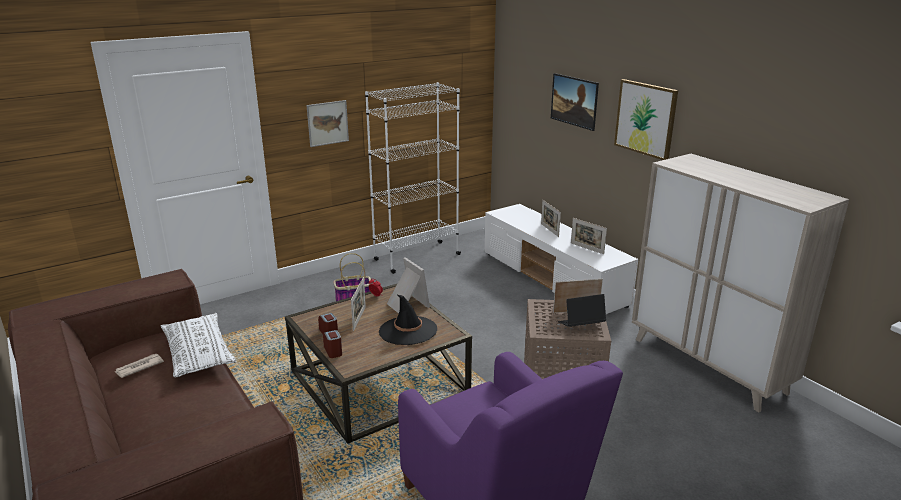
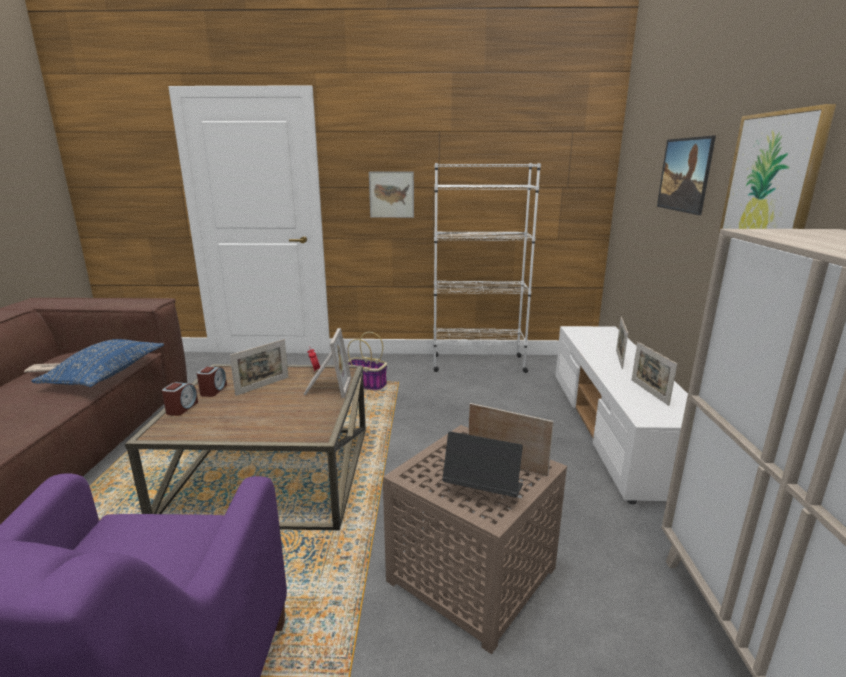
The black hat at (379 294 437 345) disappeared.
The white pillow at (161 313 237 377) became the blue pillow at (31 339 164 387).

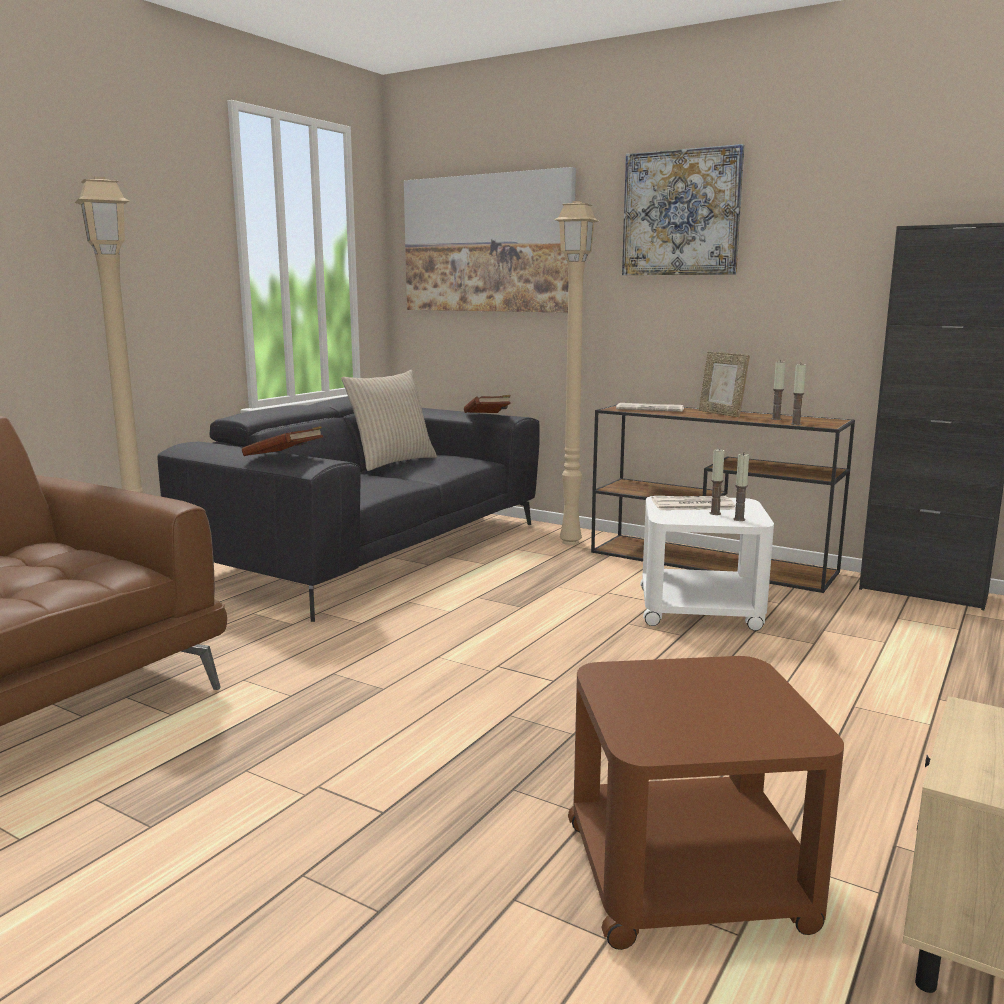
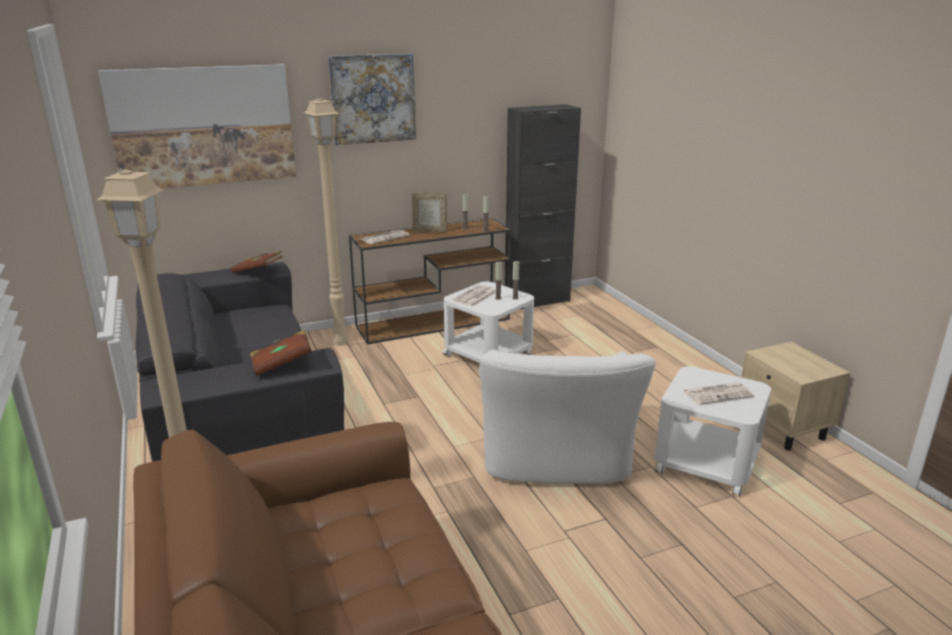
The beige pillow at (341 370 437 471) disappeared.
The brown side table at (568 656 844 950) became the white side table at (655 367 771 497).
The white armchair at (479 349 656 484) appeared.
The newspaper at (684 382 755 405) appeared.

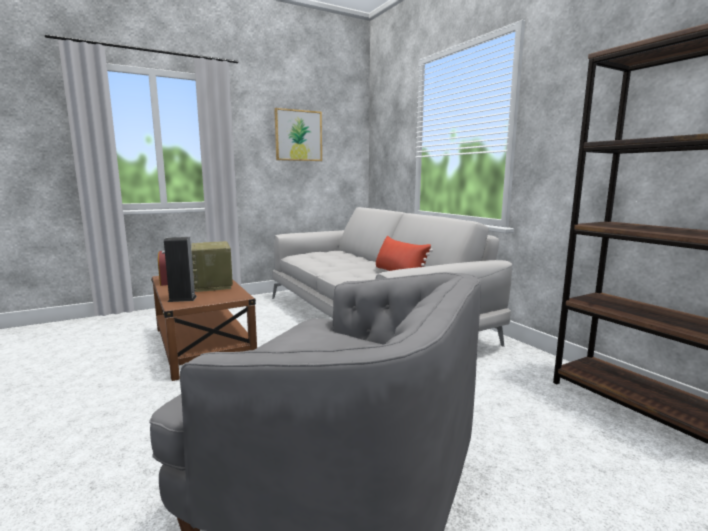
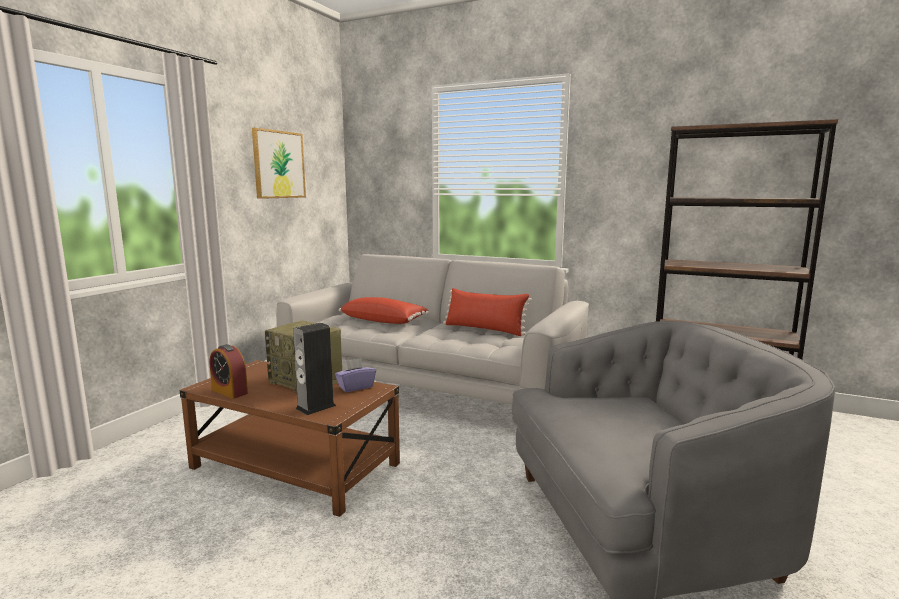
The red pillow at (339 297 429 324) appeared.
The purple tissue box at (335 358 376 392) appeared.

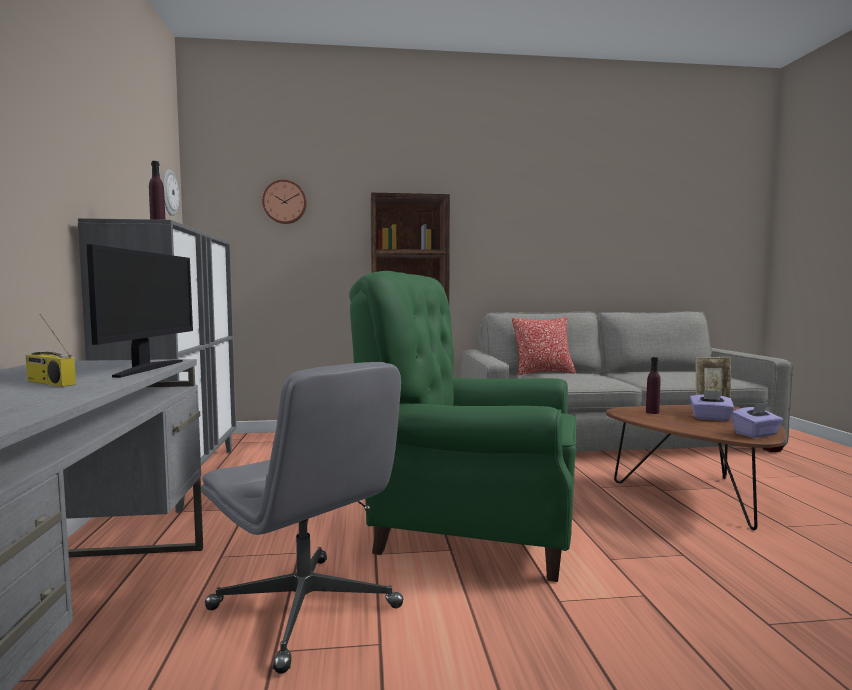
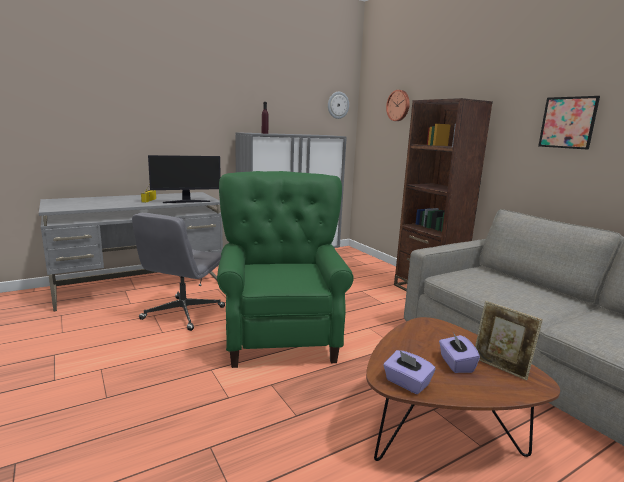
The pillow at (512 317 576 375) disappeared.
The purple bottle at (646 357 660 414) disappeared.
The picture at (538 96 600 150) appeared.

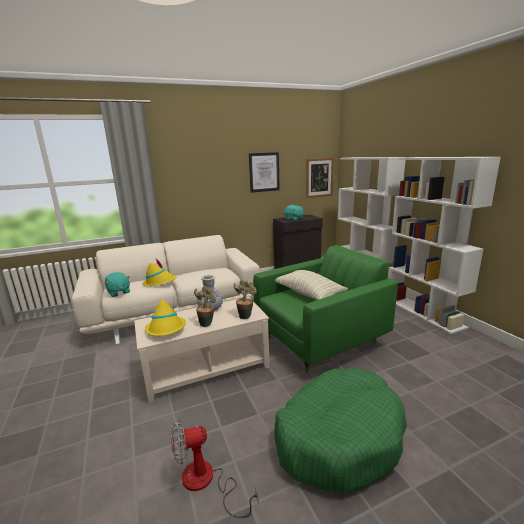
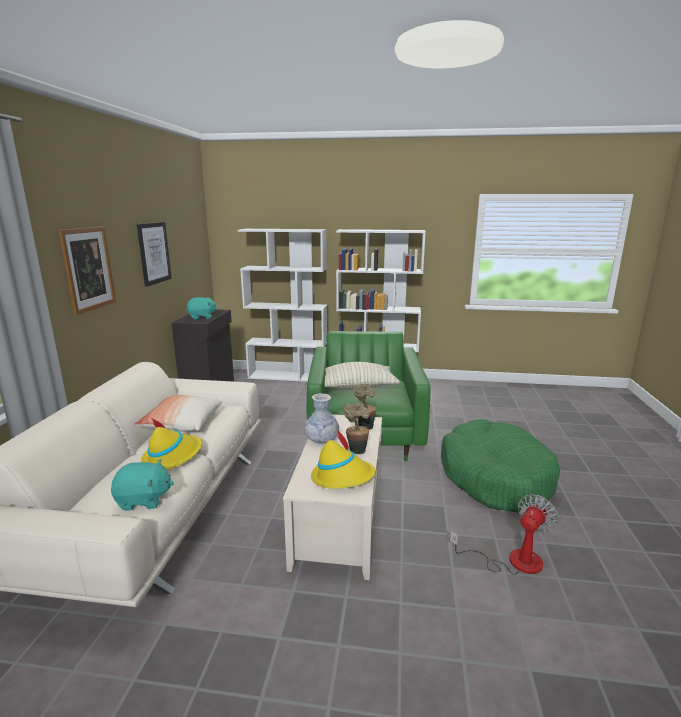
The picture moved from (306 158 334 198) to (58 227 116 315).
The fan at (171 419 259 518) turned 150 degrees counterclockwise.
The pillow at (134 395 222 432) appeared.

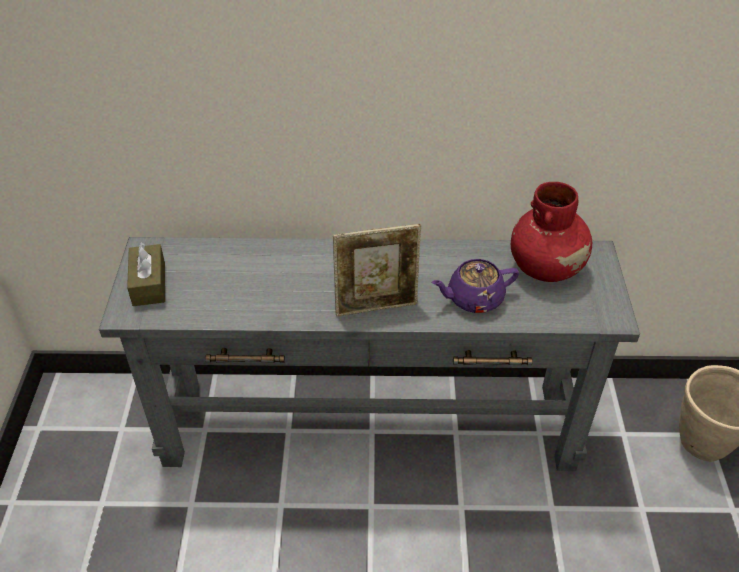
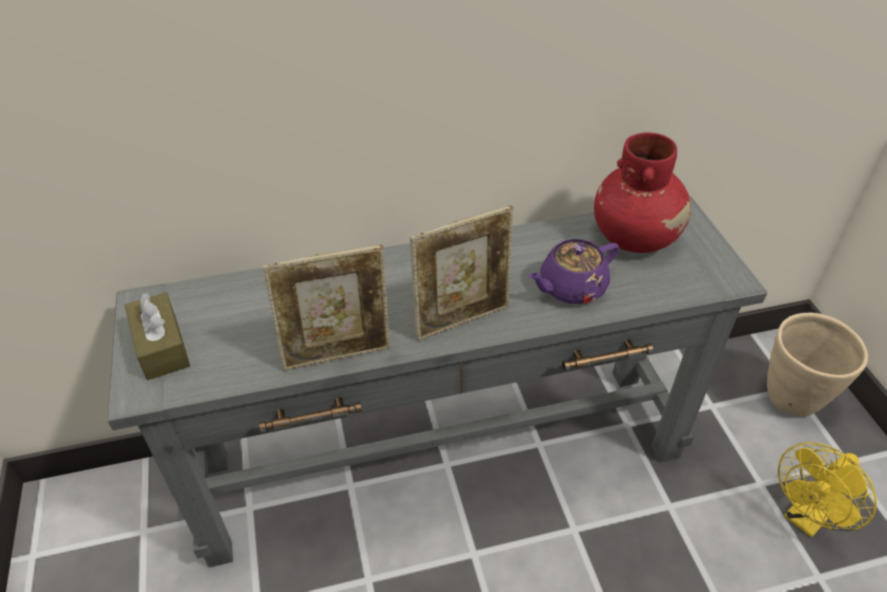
The picture frame at (262 245 390 371) appeared.
The yellow fan at (778 442 877 538) appeared.

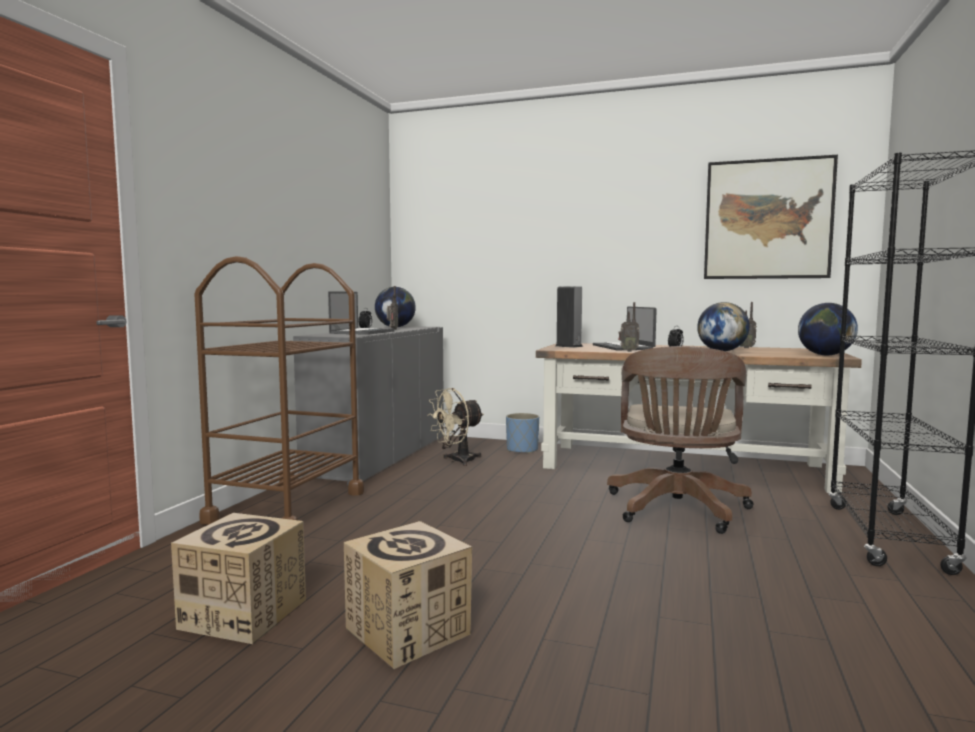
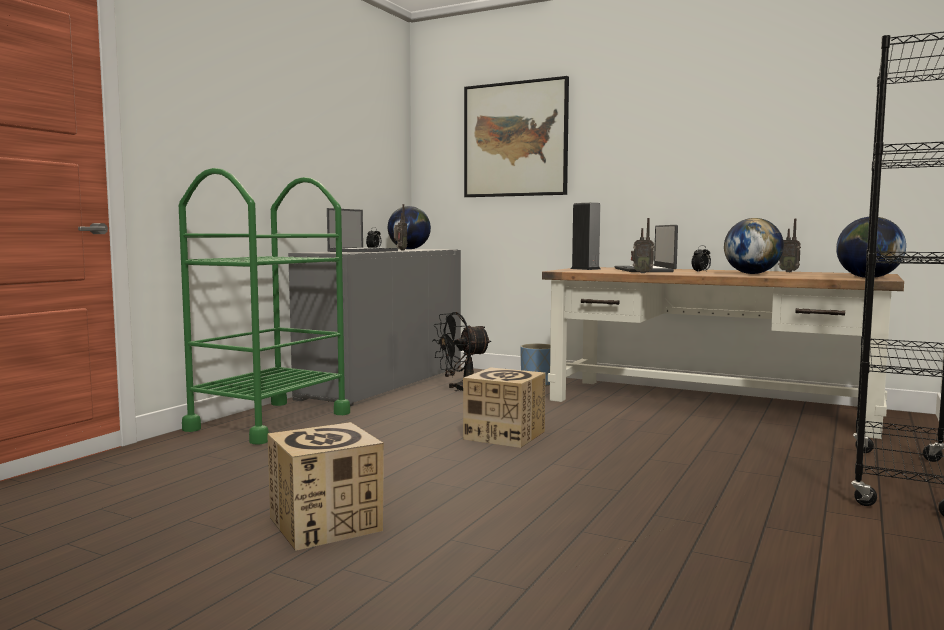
The picture moved from (704 155 838 279) to (464 76 569 197).
The brown cart at (194 256 364 525) became the green cart at (179 168 350 445).
The brown office chair at (607 346 754 534) disappeared.
The beige fan at (427 388 484 466) became the black fan at (432 312 491 391).
The cardboard box moved from (171 513 306 644) to (463 367 546 448).

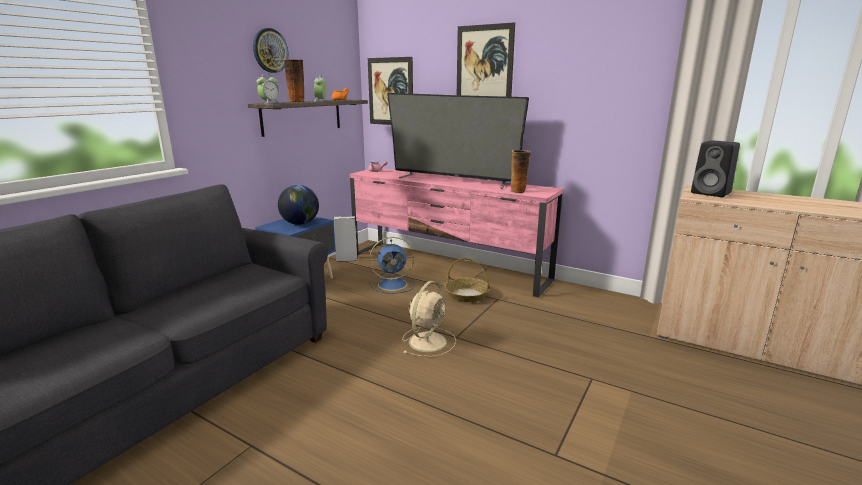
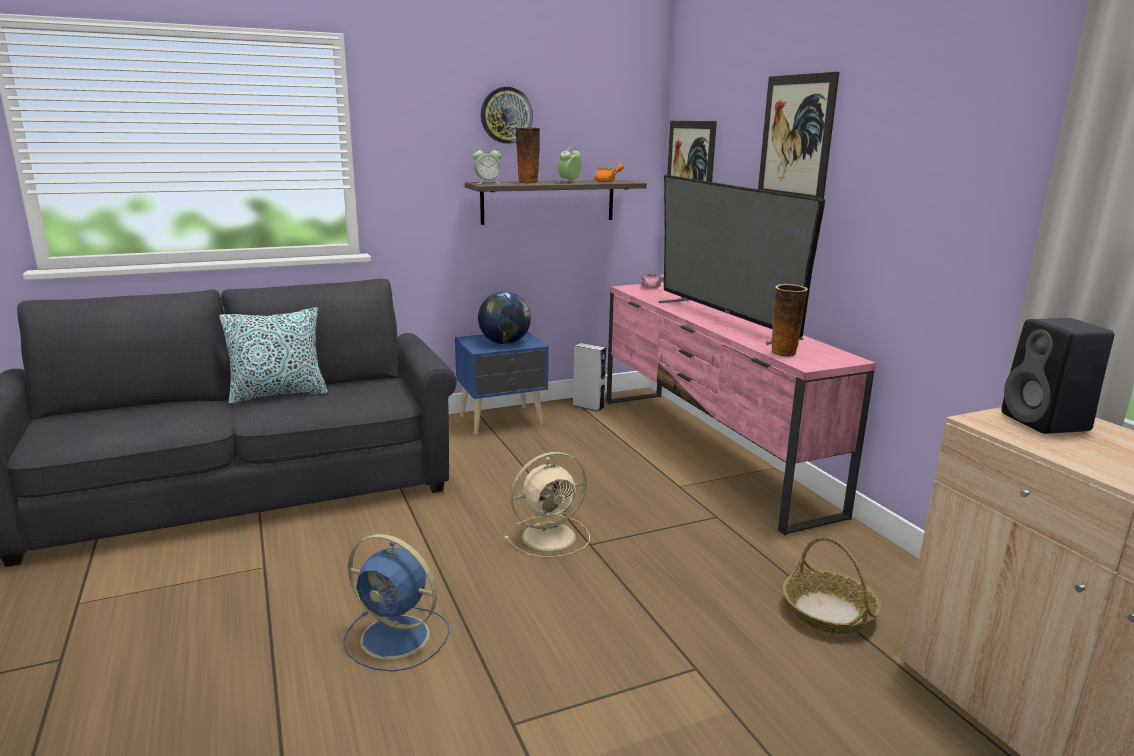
The blue fan moved from (369 237 415 294) to (343 534 449 672).
The basket moved from (444 258 491 302) to (783 537 881 634).
The pillow at (219 307 328 404) appeared.

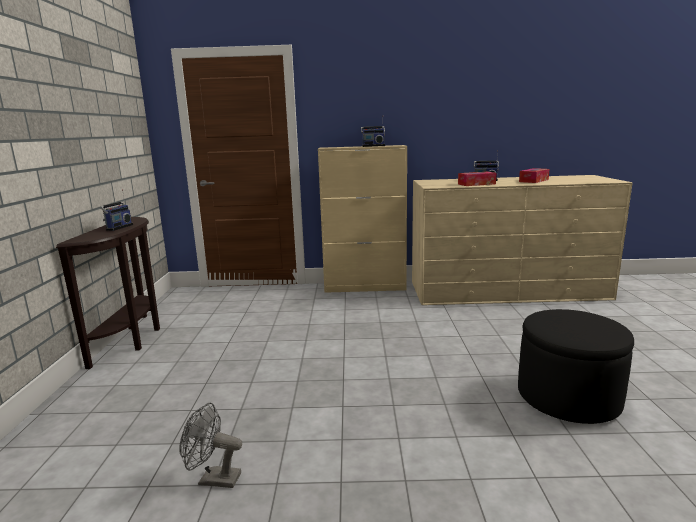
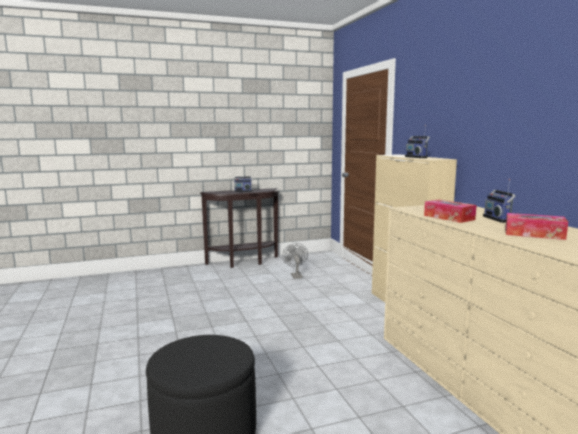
The grey fan moved from (179 403 242 488) to (282 243 308 279).

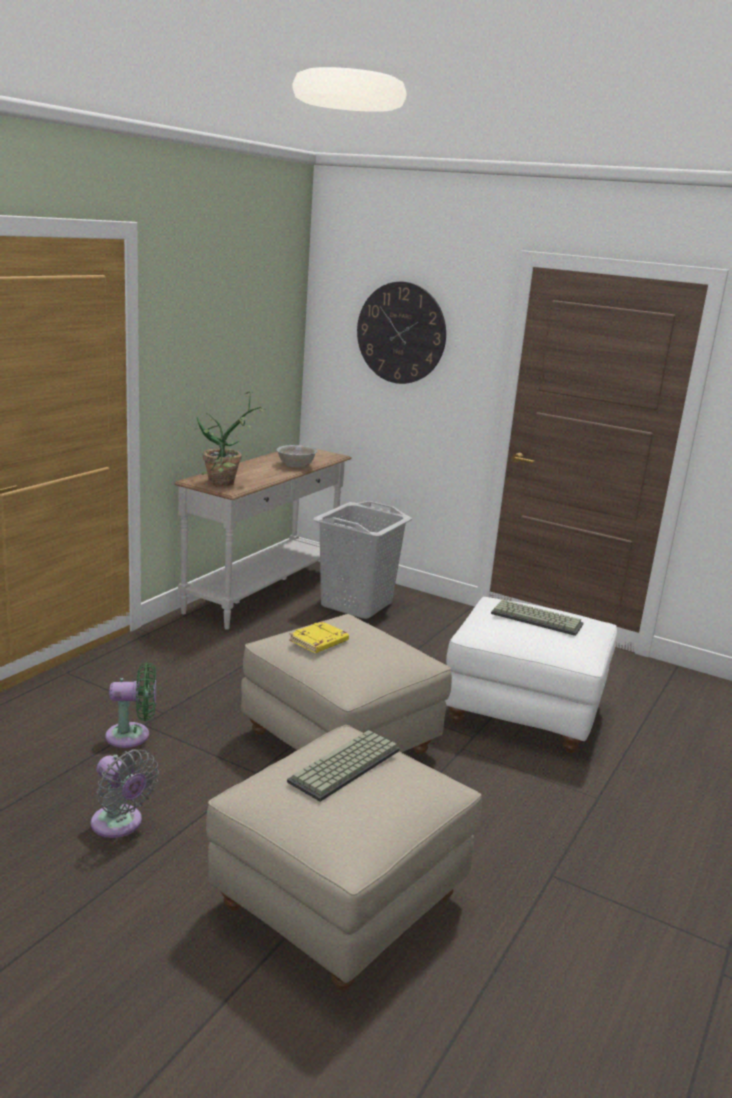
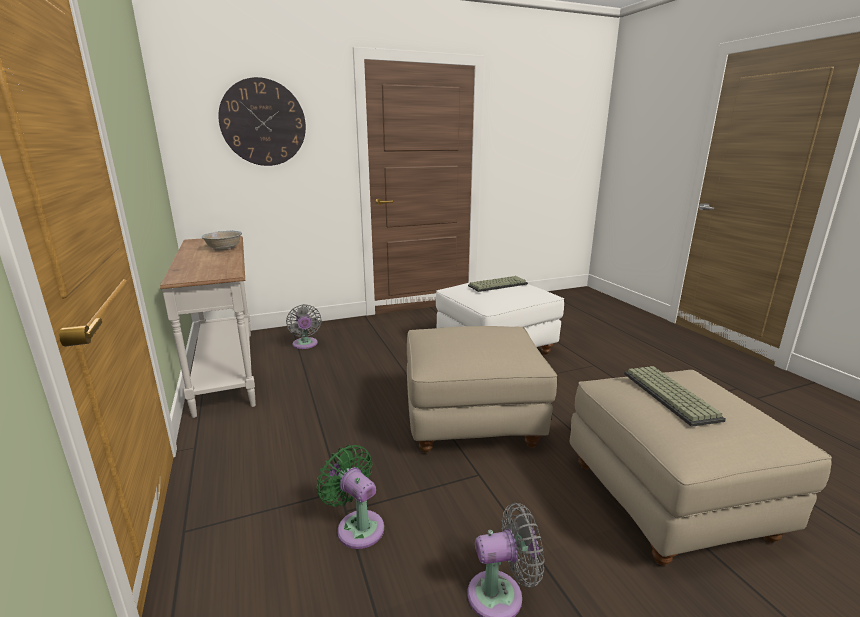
The potted plant at (196 391 266 487) disappeared.
The grey laundry basket at (313 501 412 619) was replaced by the grey fan at (286 304 322 349).
The yellow book at (289 621 349 653) disappeared.
The green fan at (105 662 156 748) turned 75 degrees counterclockwise.

